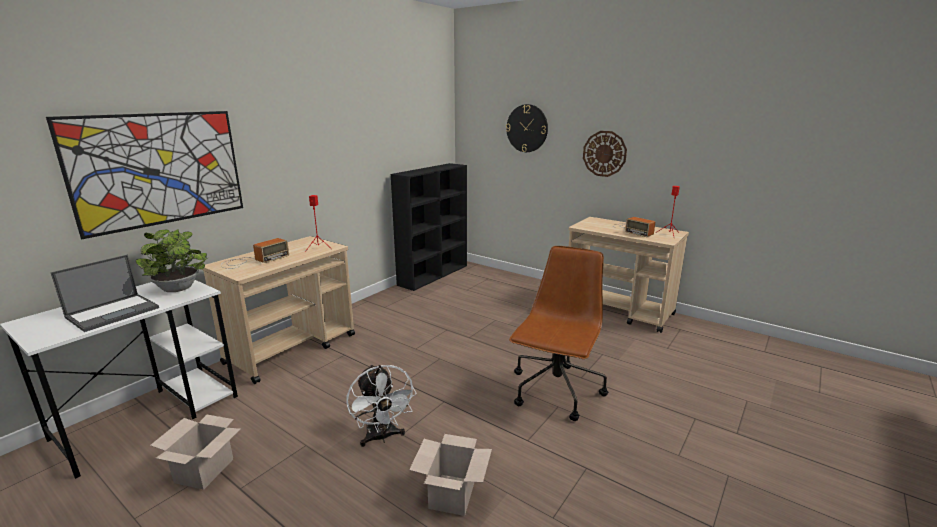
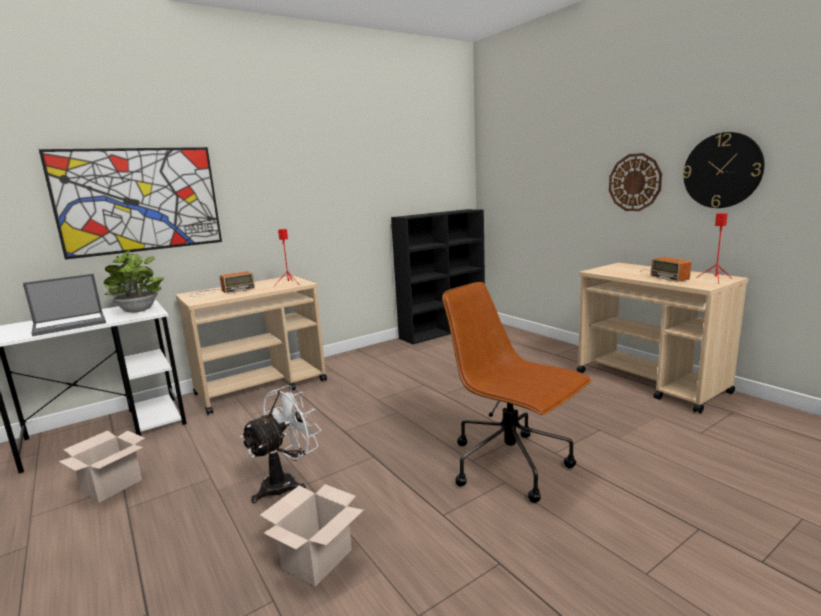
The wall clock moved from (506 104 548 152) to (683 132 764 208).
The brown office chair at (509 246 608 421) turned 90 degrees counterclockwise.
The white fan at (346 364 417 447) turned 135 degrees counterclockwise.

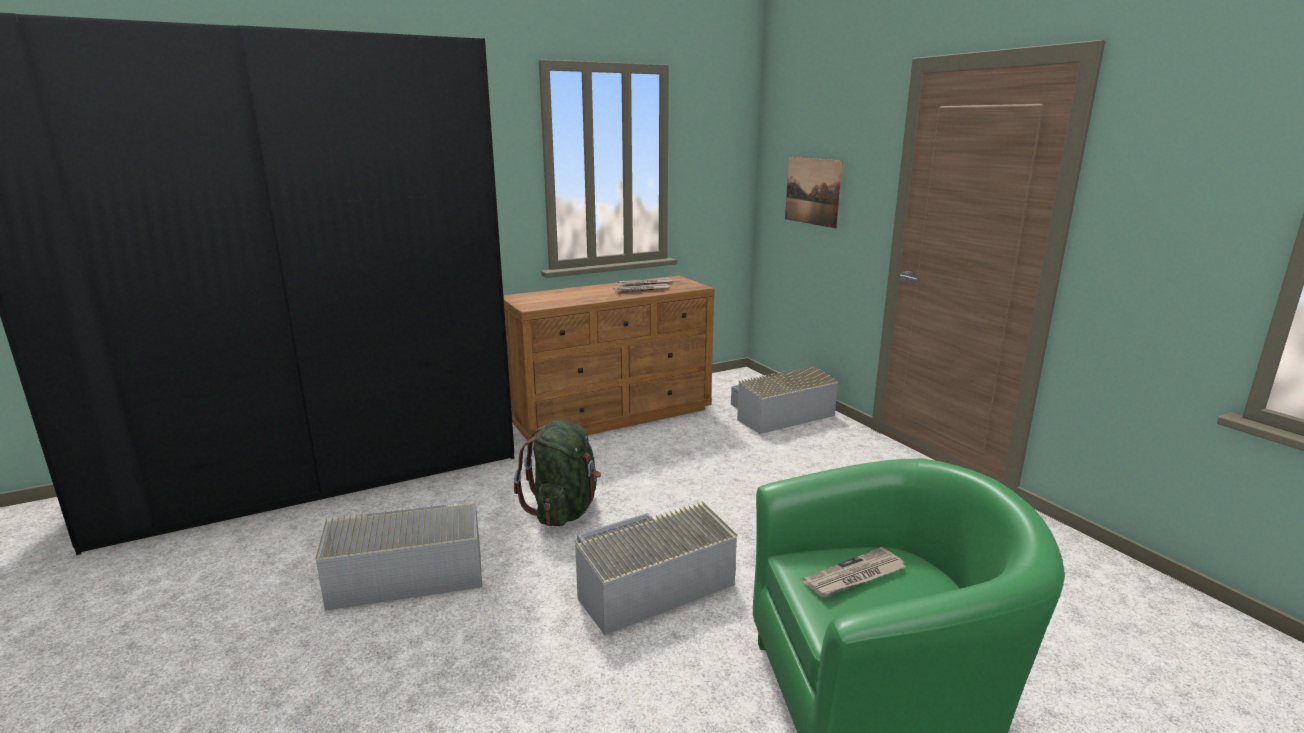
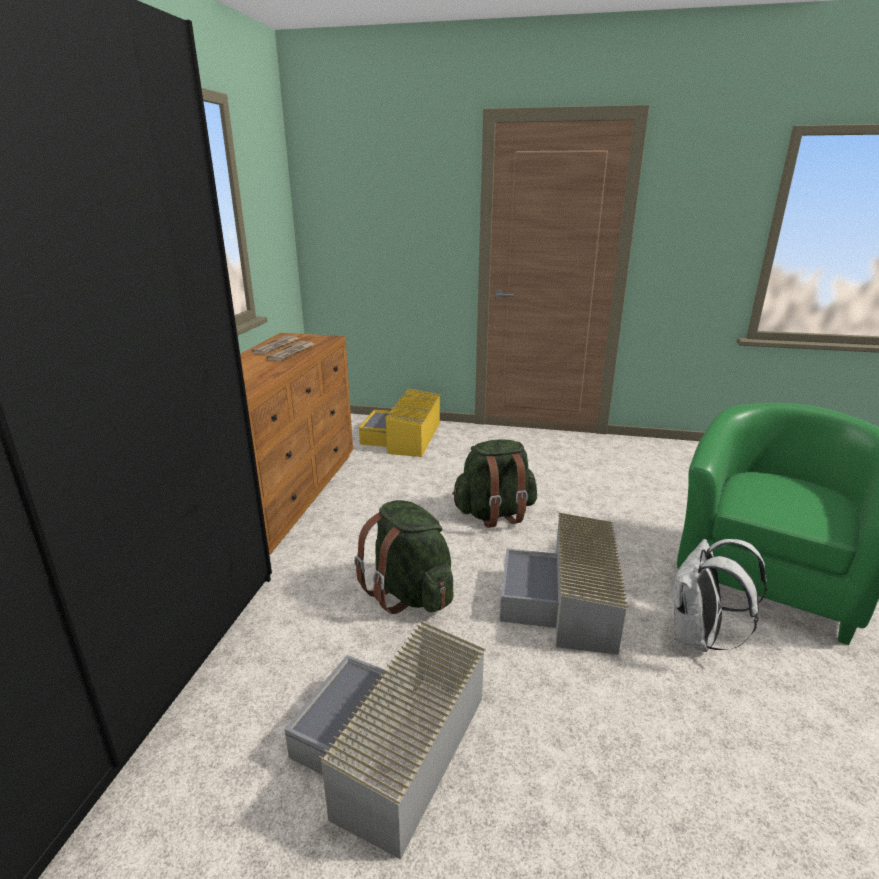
The picture at (785 157 843 229) disappeared.
The grey storage box at (731 366 838 434) became the yellow storage box at (359 389 440 457).
The newspaper at (803 547 906 598) disappeared.
The green backpack at (452 439 537 528) appeared.
The white backpack at (671 539 767 652) appeared.

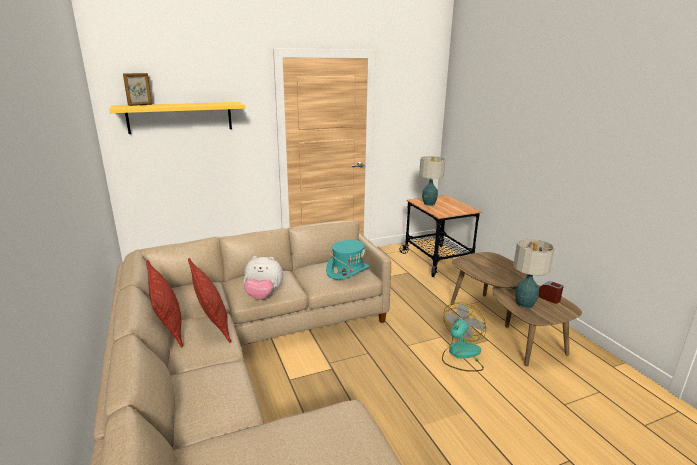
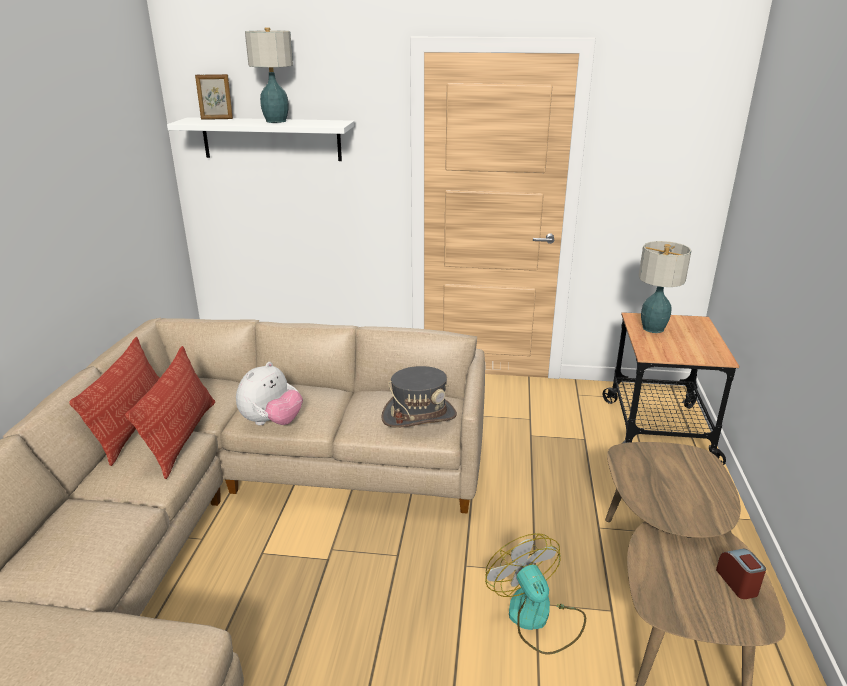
The yellow shelf at (109 102 245 134) became the white shelf at (167 117 355 161).
The table lamp moved from (513 238 555 309) to (245 28 293 123).
The turquoise hat at (326 240 370 279) became the grey hat at (381 366 457 428).
The plush toy at (243 256 283 300) turned 90 degrees counterclockwise.
The fan at (442 302 486 372) turned 90 degrees counterclockwise.

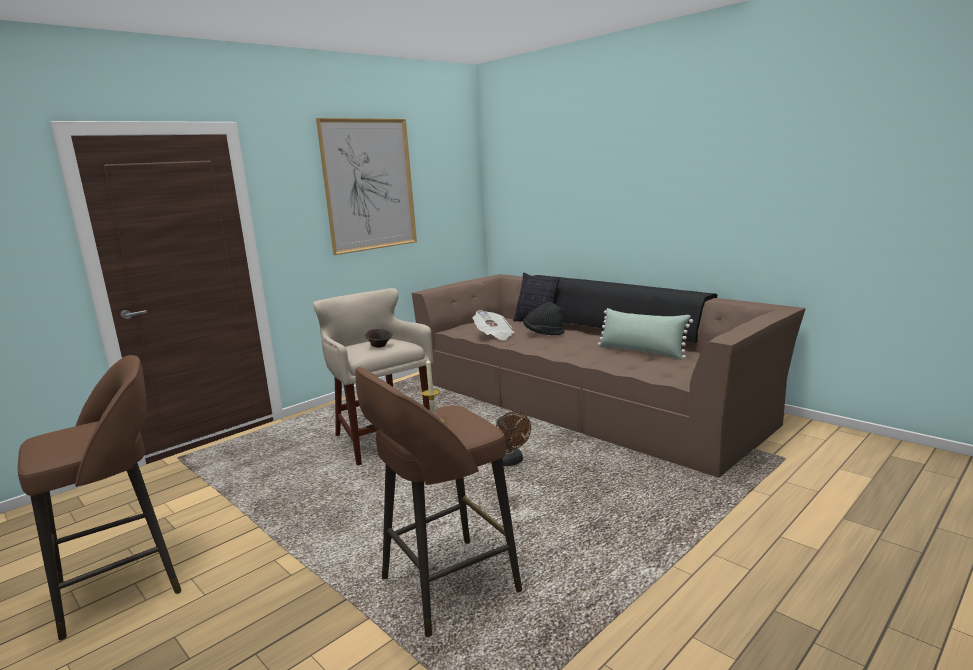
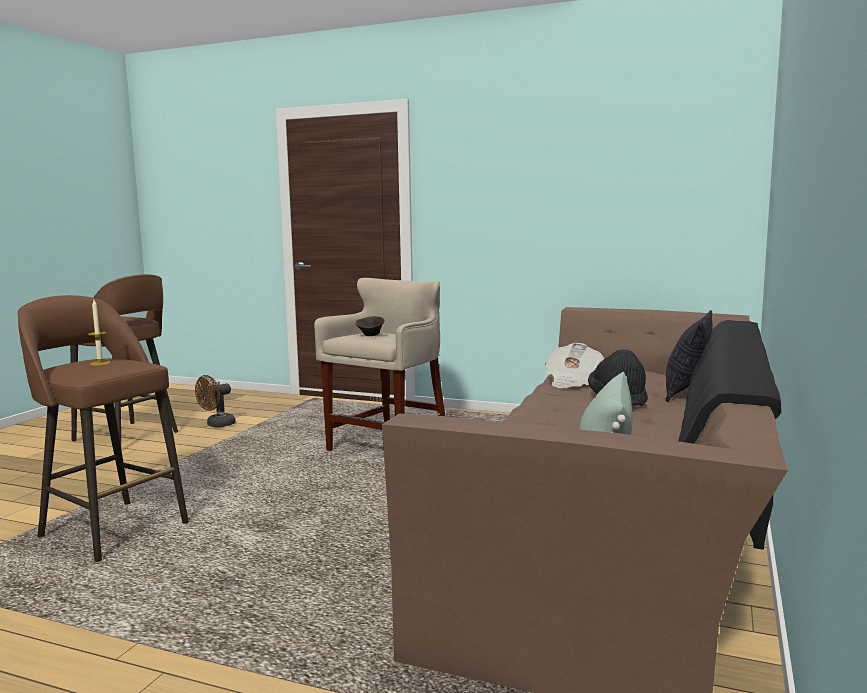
The picture at (316 118 417 255) disappeared.
The brown fan moved from (496 411 531 466) to (195 375 236 427).

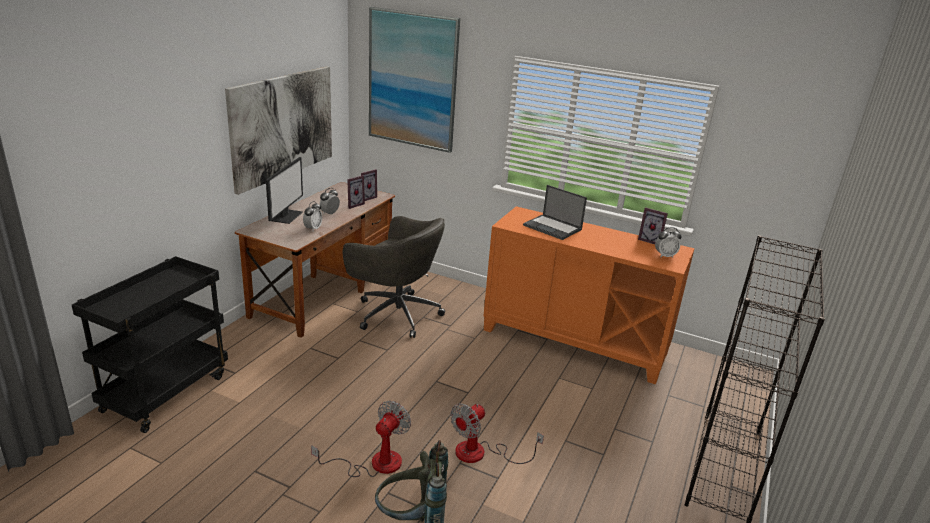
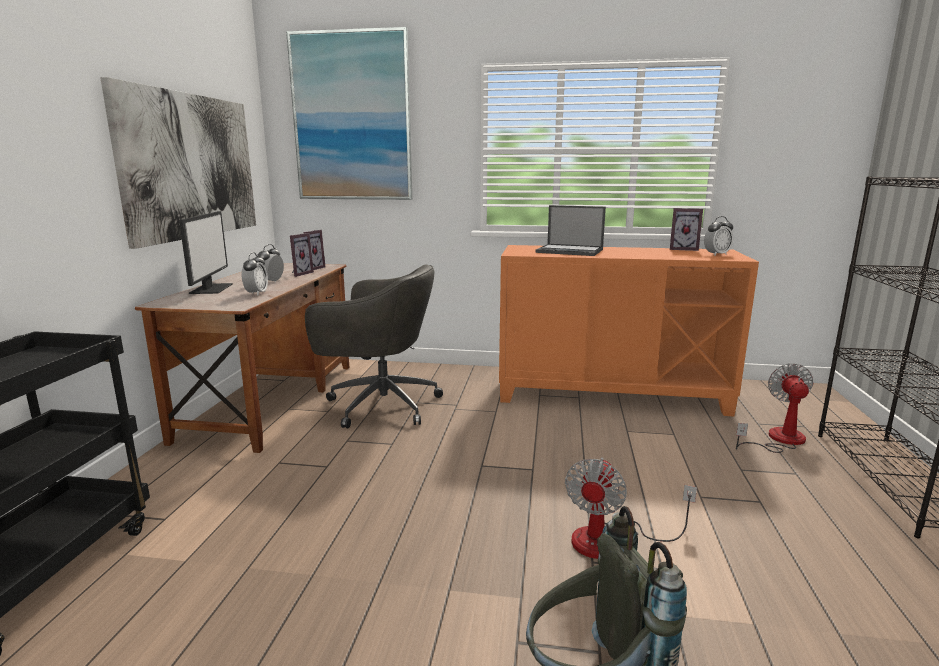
The fan moved from (311 401 411 477) to (736 363 813 453).

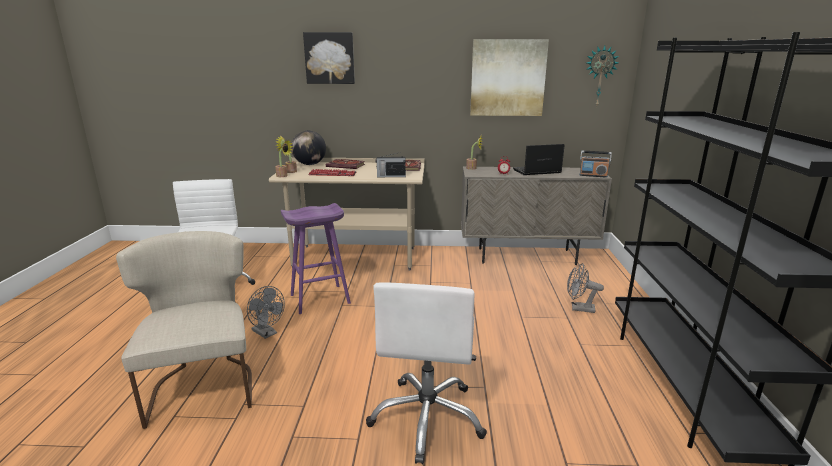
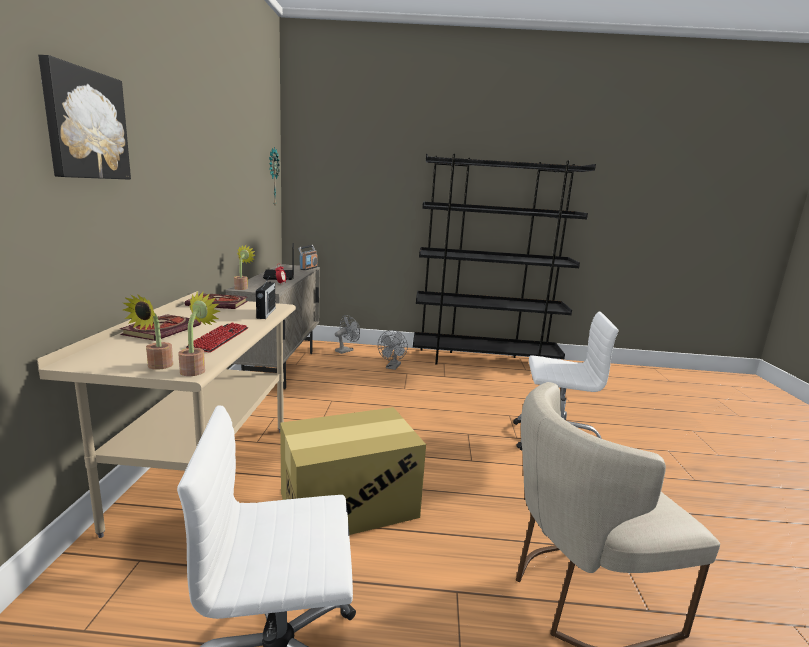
The picture at (470 39 549 116) disappeared.
The globe at (291 130 326 165) disappeared.
The purple stool at (281 203 351 314) was replaced by the cardboard box at (280 407 426 535).
The grey fan moved from (247 286 285 339) to (335 315 360 354).

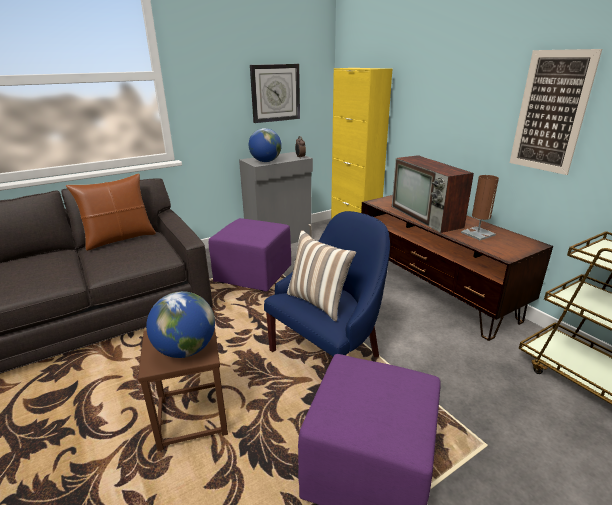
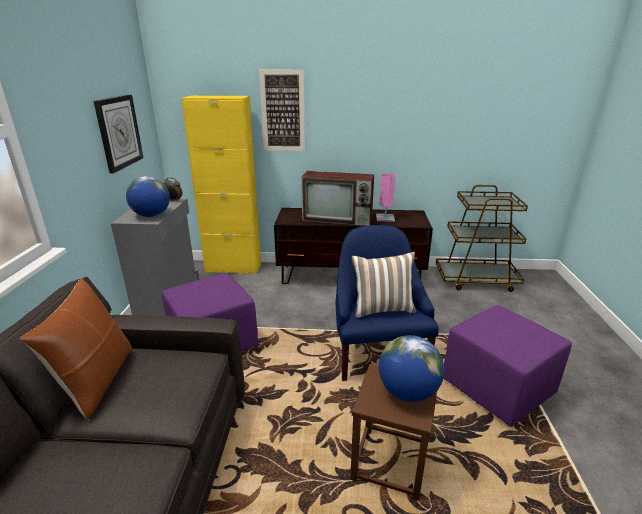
The picture moved from (510 49 602 175) to (259 69 305 151).
The brown table lamp at (461 175 499 240) became the pink table lamp at (376 173 395 222).

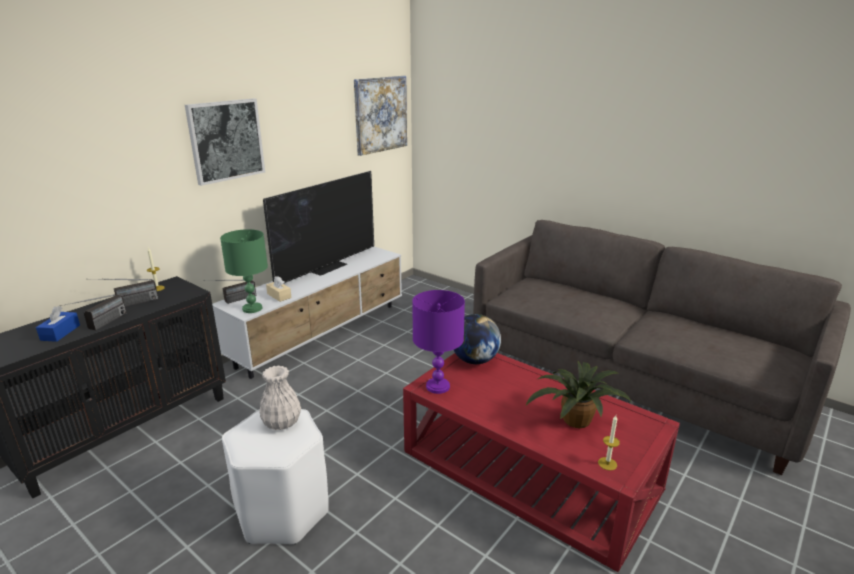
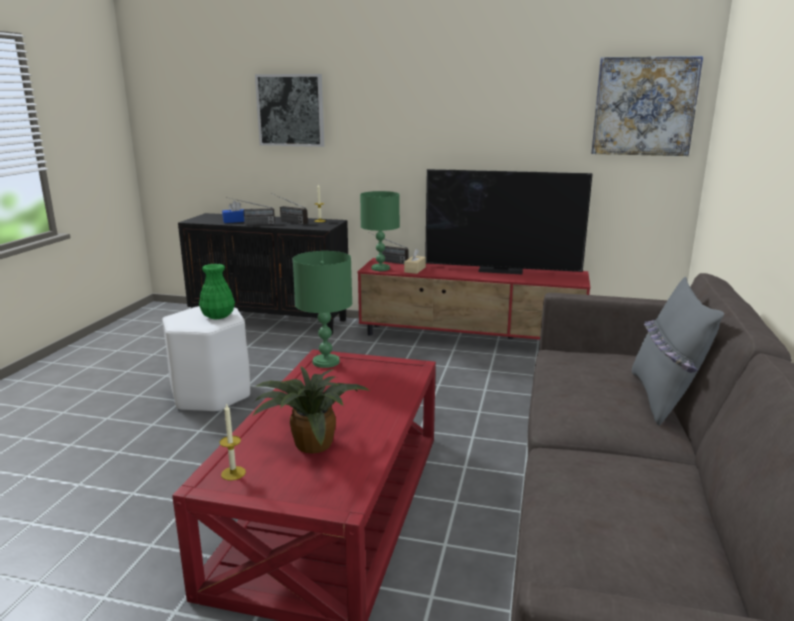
The picture moved from (185 98 265 186) to (255 74 324 147).
The white tv stand at (212 247 402 379) became the red tv stand at (358 258 590 340).
The purple table lamp at (412 290 465 394) became the green table lamp at (293 251 352 368).
The globe at (454 314 501 364) disappeared.
The white vase at (259 366 301 430) became the green vase at (199 264 235 319).
The grey pillow at (632 277 724 426) appeared.

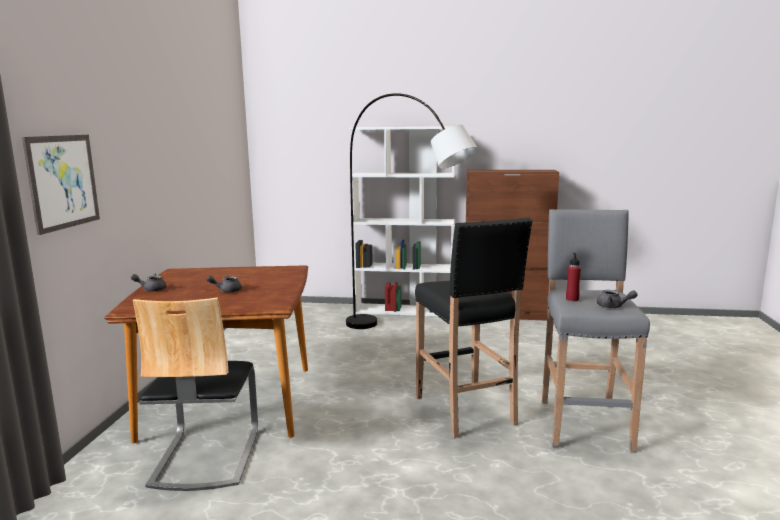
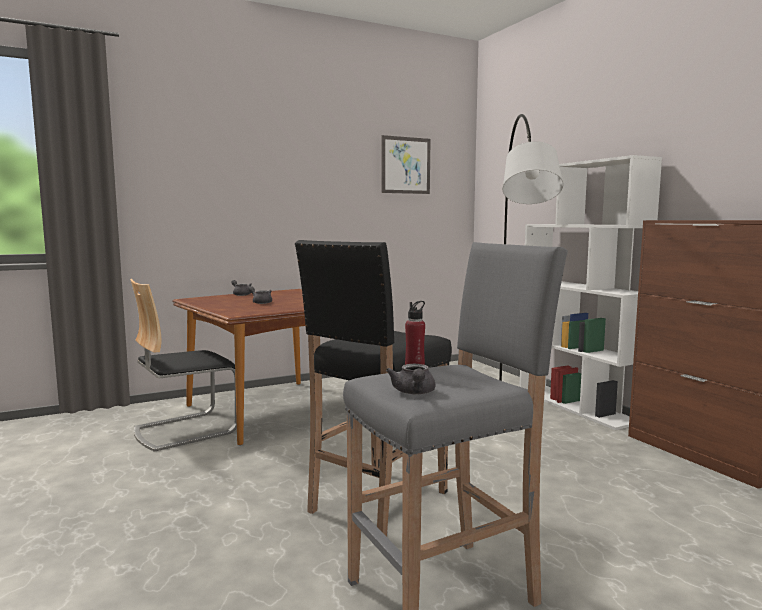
The picture moved from (22 135 100 235) to (381 135 431 194).

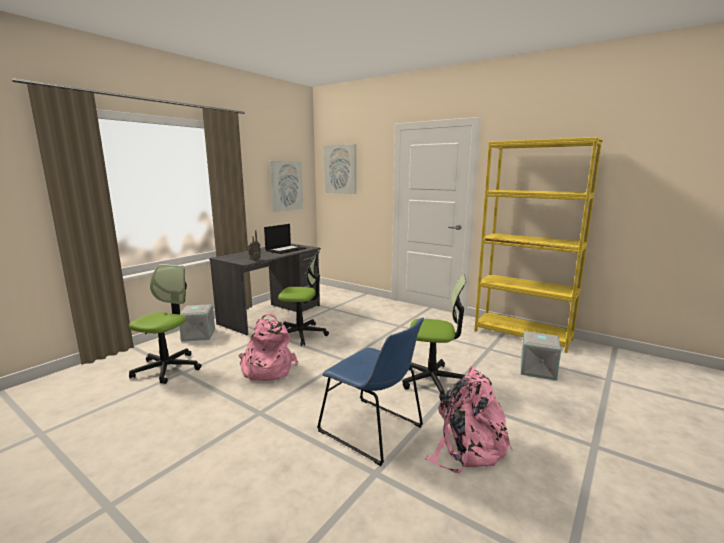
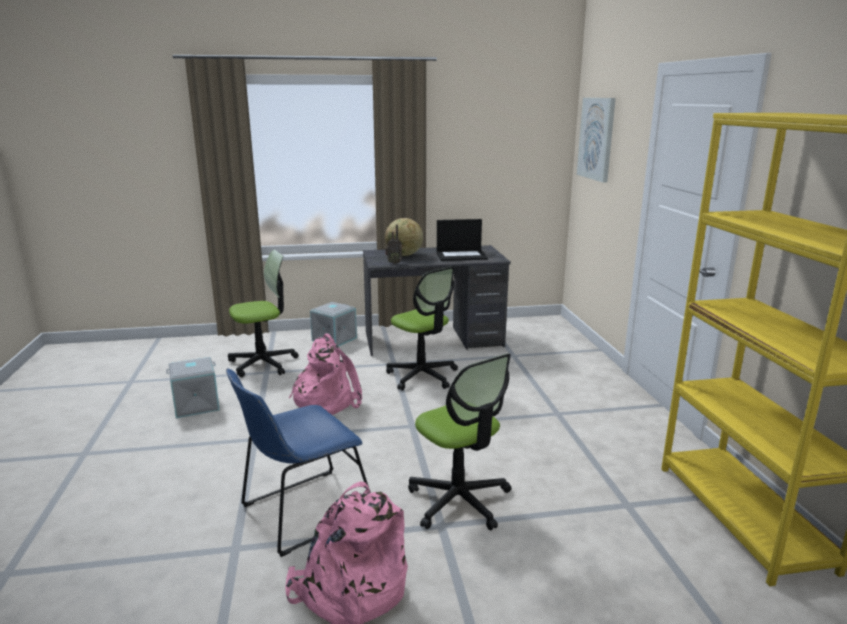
The picture at (270 161 303 212) disappeared.
The blue chair at (317 318 424 466) turned 60 degrees clockwise.
The grey storage box moved from (521 331 561 381) to (166 357 220 418).
The globe at (385 218 423 256) appeared.

